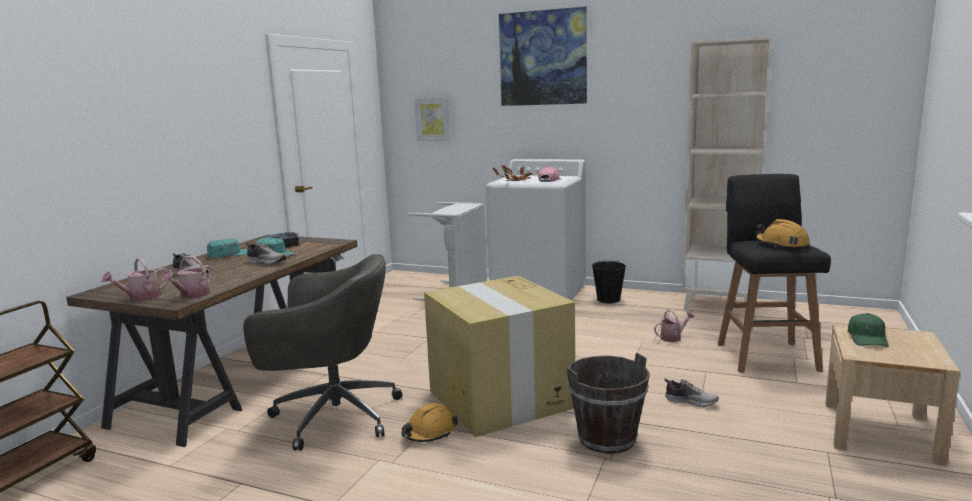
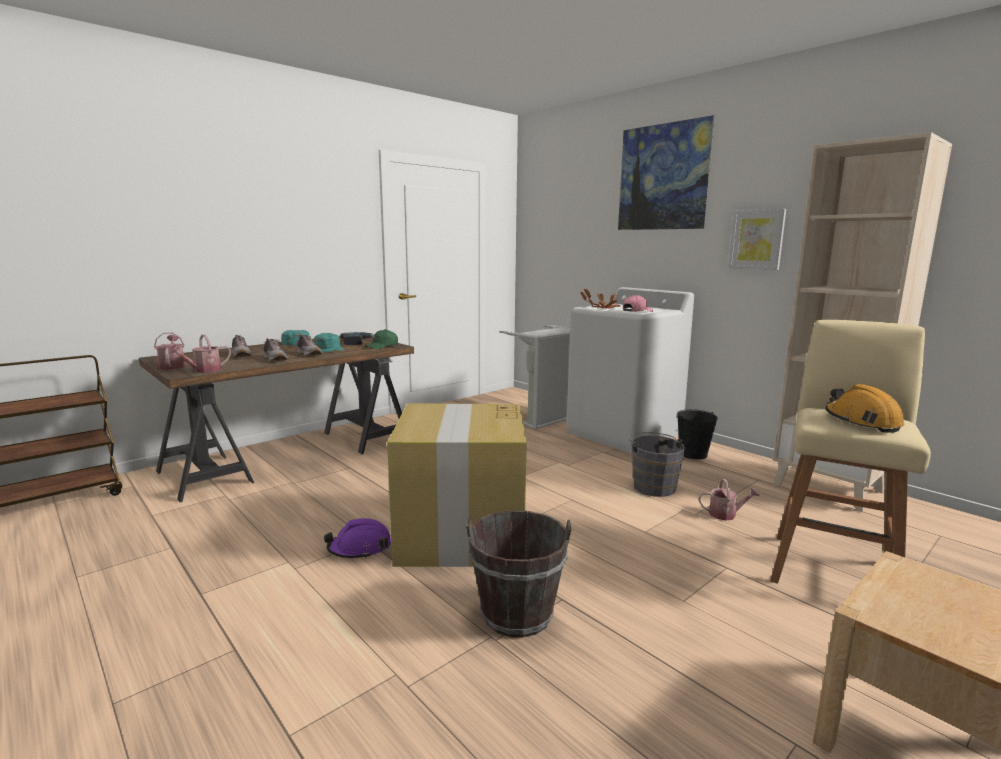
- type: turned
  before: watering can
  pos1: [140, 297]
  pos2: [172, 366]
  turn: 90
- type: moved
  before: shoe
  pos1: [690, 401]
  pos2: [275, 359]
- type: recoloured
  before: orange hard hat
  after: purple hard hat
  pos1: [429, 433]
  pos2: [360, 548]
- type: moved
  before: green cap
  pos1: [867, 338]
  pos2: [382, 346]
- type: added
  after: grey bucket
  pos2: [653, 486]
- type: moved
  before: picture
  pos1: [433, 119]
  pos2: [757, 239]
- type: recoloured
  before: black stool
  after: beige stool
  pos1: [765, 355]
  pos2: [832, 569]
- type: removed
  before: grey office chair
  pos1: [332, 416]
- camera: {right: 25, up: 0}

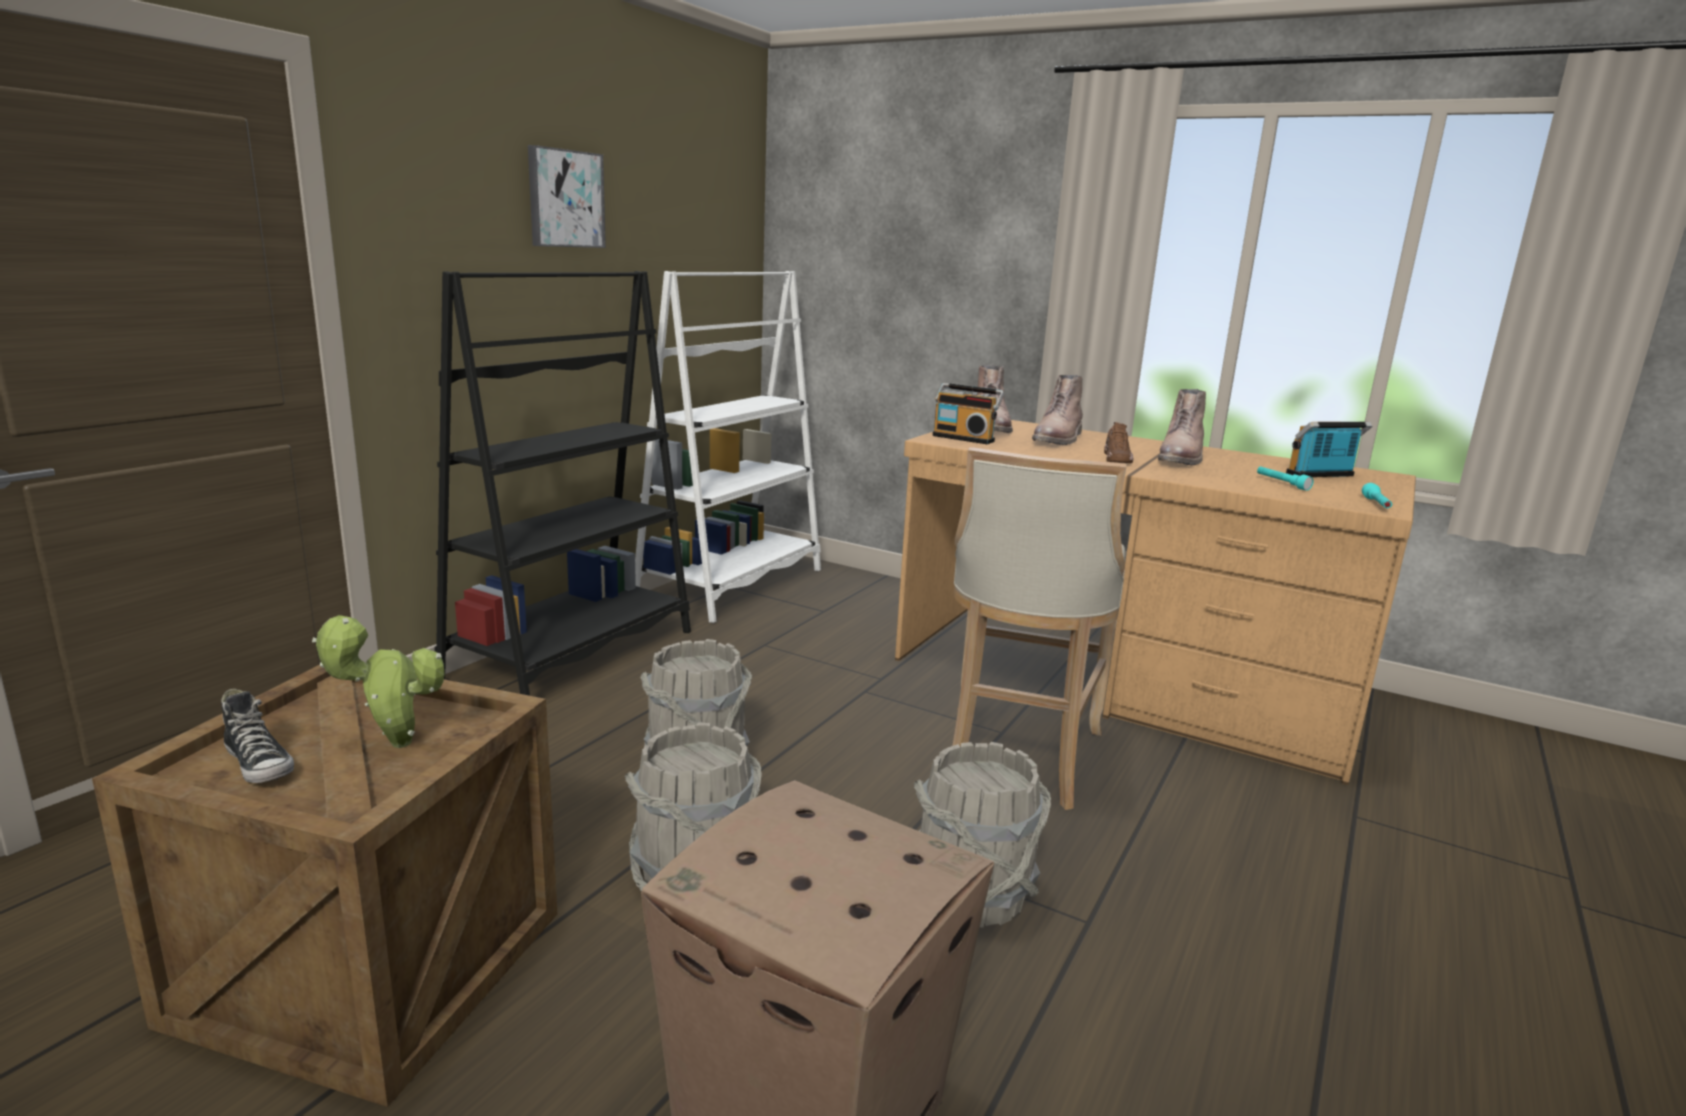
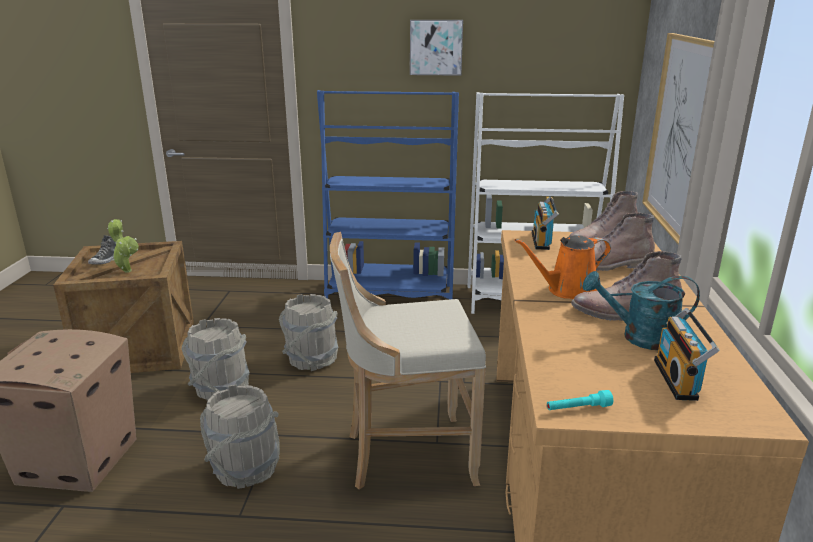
- type: recoloured
  before: black bookcase
  after: blue bookcase
  pos1: [573, 655]
  pos2: [389, 296]
- type: replaced
  before: brown shoe
  after: orange watering can
  pos1: [1117, 459]
  pos2: [568, 291]
- type: added
  after: turquoise watering can
  pos2: [639, 337]
- type: added
  after: picture
  pos2: [680, 135]
- type: turned
  before: radio
  pos1: [1322, 475]
  pos2: [679, 379]
  turn: -135
- type: removed
  before: turquoise flashlight
  pos1: [1281, 483]
- camera: {right: 65, up: 5}

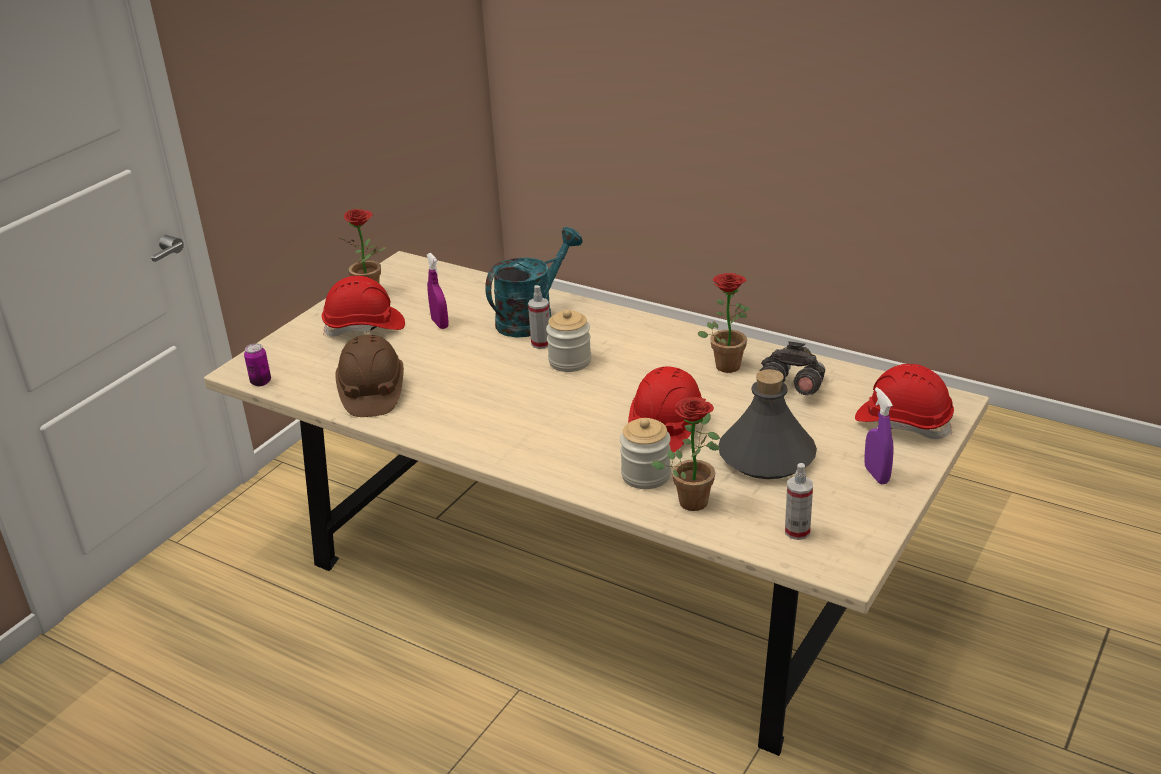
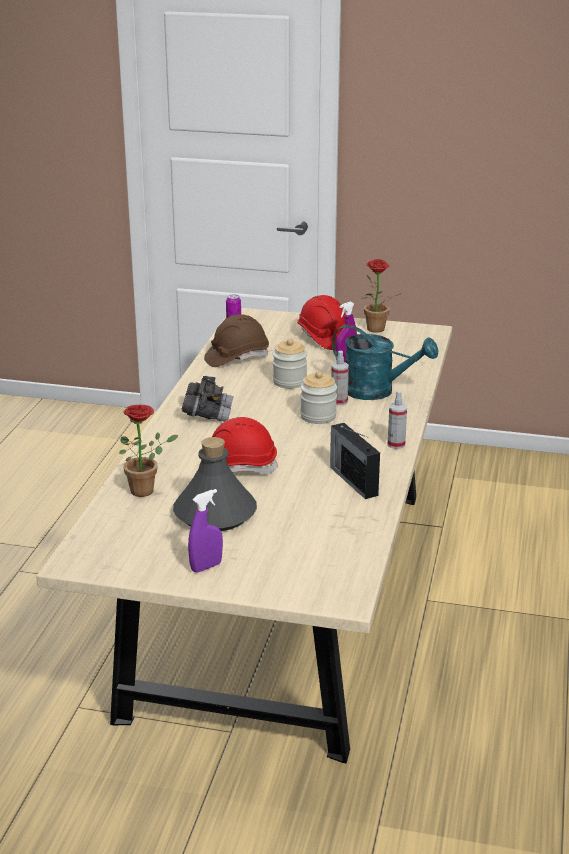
- type: moved
  before: grey binoculars
  pos1: [791, 388]
  pos2: [207, 414]
- type: moved
  before: jar
  pos1: [646, 475]
  pos2: [289, 382]
- type: replaced
  before: potted plant
  after: radio
  pos1: [726, 363]
  pos2: [353, 480]
- type: moved
  before: spray bottle
  pos1: [797, 531]
  pos2: [396, 444]
- type: removed
  before: red hard hat
  pos1: [903, 422]
- camera: {right: 70, up: -5}

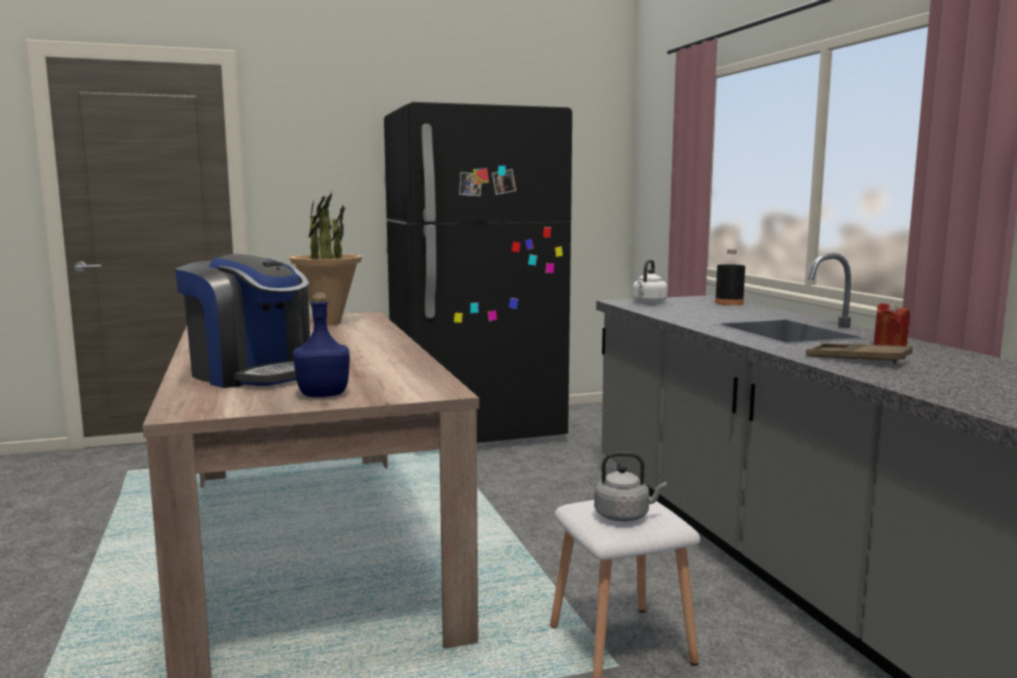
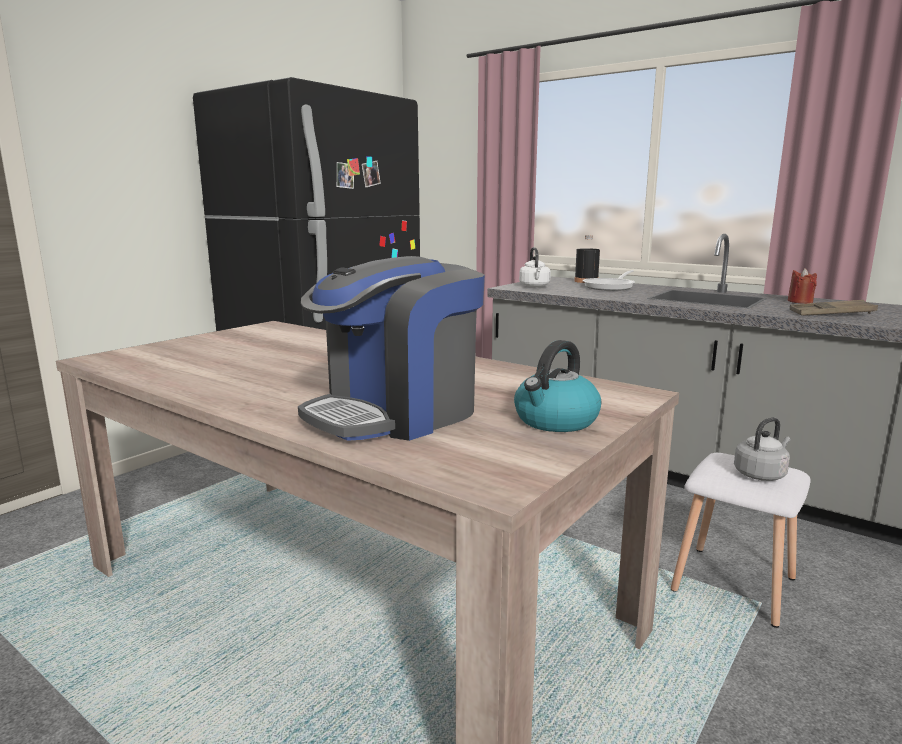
- type: turned
  before: coffee machine
  pos1: [253, 374]
  pos2: [396, 413]
  turn: 135
- type: replaced
  before: blue bottle
  after: kettle
  pos1: [323, 395]
  pos2: [555, 421]
- type: added
  after: frying pan
  pos2: [611, 287]
- type: removed
  before: potted plant
  pos1: [328, 323]
- camera: {right: -35, up: 5}

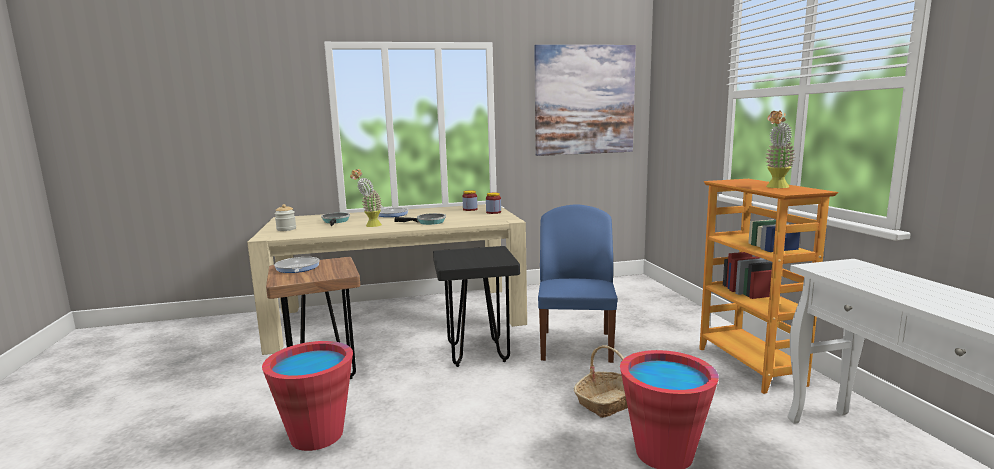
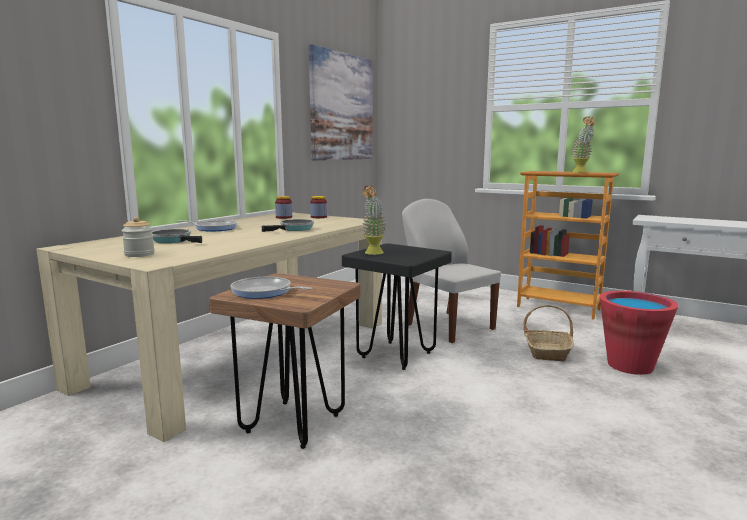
- type: moved
  before: potted plant
  pos1: [369, 226]
  pos2: [373, 253]
- type: recoloured
  before: blue chair
  after: white chair
  pos1: [576, 345]
  pos2: [448, 326]
- type: removed
  before: red bucket
  pos1: [317, 435]
- camera: {right: -45, up: 0}

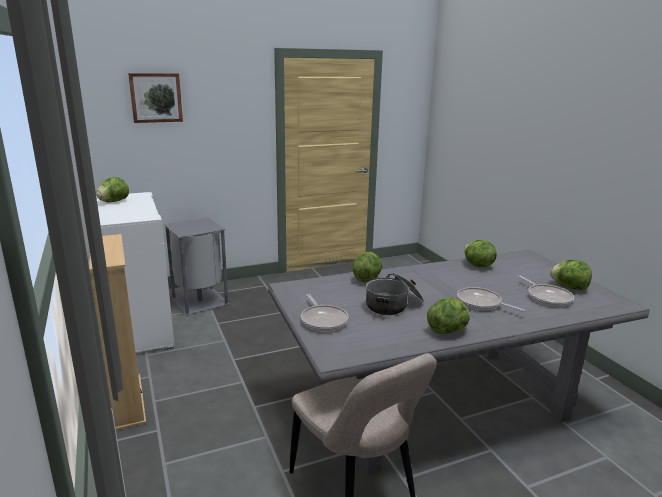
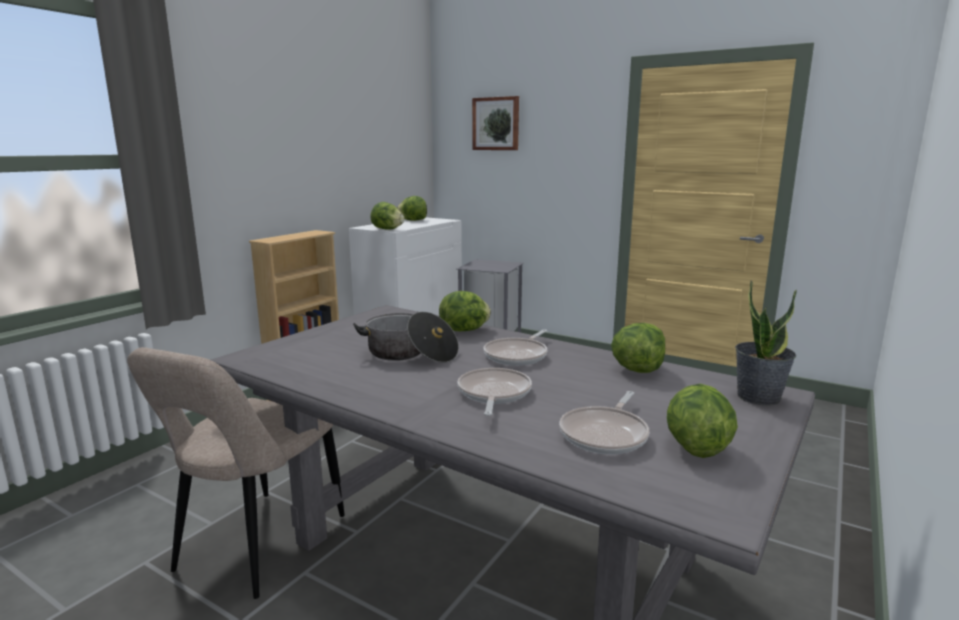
- type: moved
  before: lettuce
  pos1: [448, 331]
  pos2: [387, 229]
- type: moved
  before: frying pan
  pos1: [323, 320]
  pos2: [518, 355]
- type: added
  after: potted plant
  pos2: [758, 397]
- camera: {right: 55, up: -5}

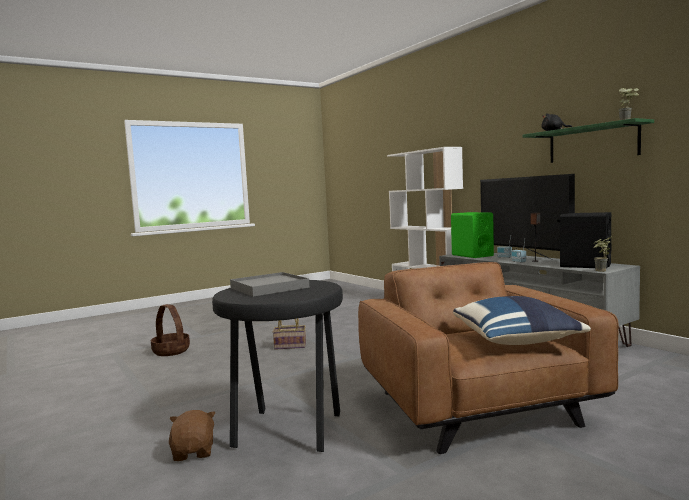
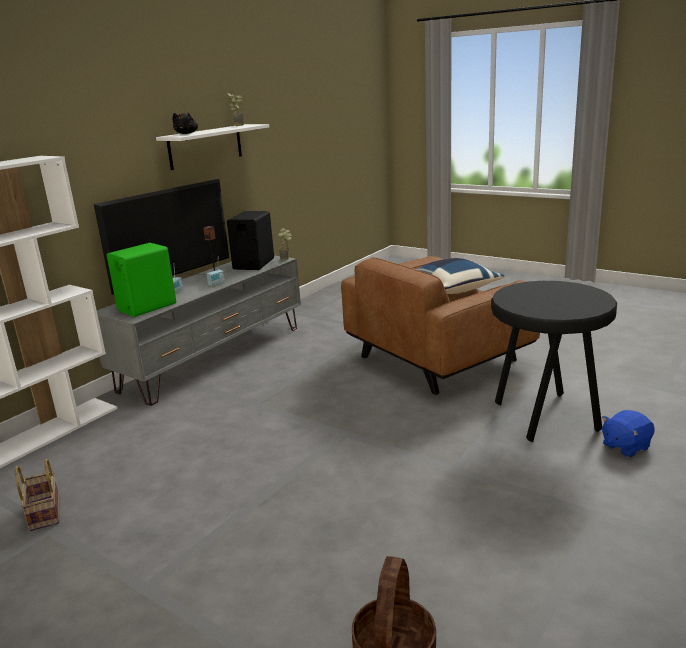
- type: moved
  before: basket
  pos1: [291, 346]
  pos2: [43, 512]
- type: recoloured
  before: green shelf
  after: white shelf
  pos1: [592, 143]
  pos2: [205, 146]
- type: recoloured
  before: brown plush toy
  after: blue plush toy
  pos1: [194, 452]
  pos2: [625, 446]
- type: removed
  before: grey tray
  pos1: [269, 288]
- camera: {right: -110, up: 15}

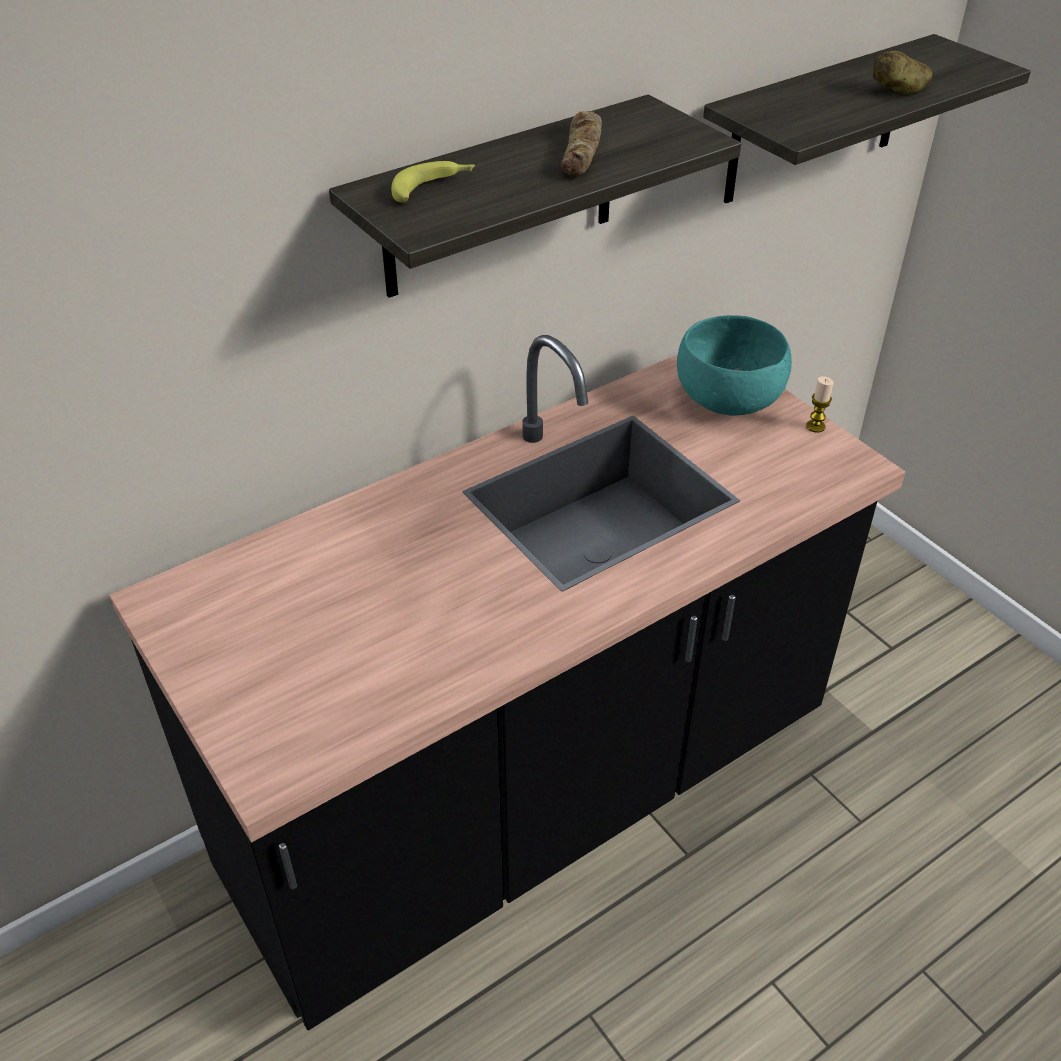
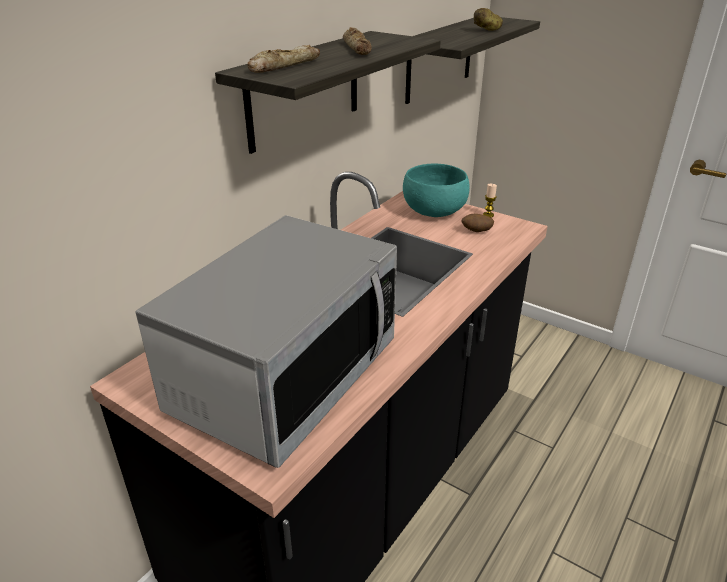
- type: added
  after: microwave
  pos2: [285, 377]
- type: replaced
  before: banana
  after: bread
  pos1: [433, 188]
  pos2: [283, 66]
- type: added
  after: potato
  pos2: [476, 231]
- camera: {right: -20, up: -10}

